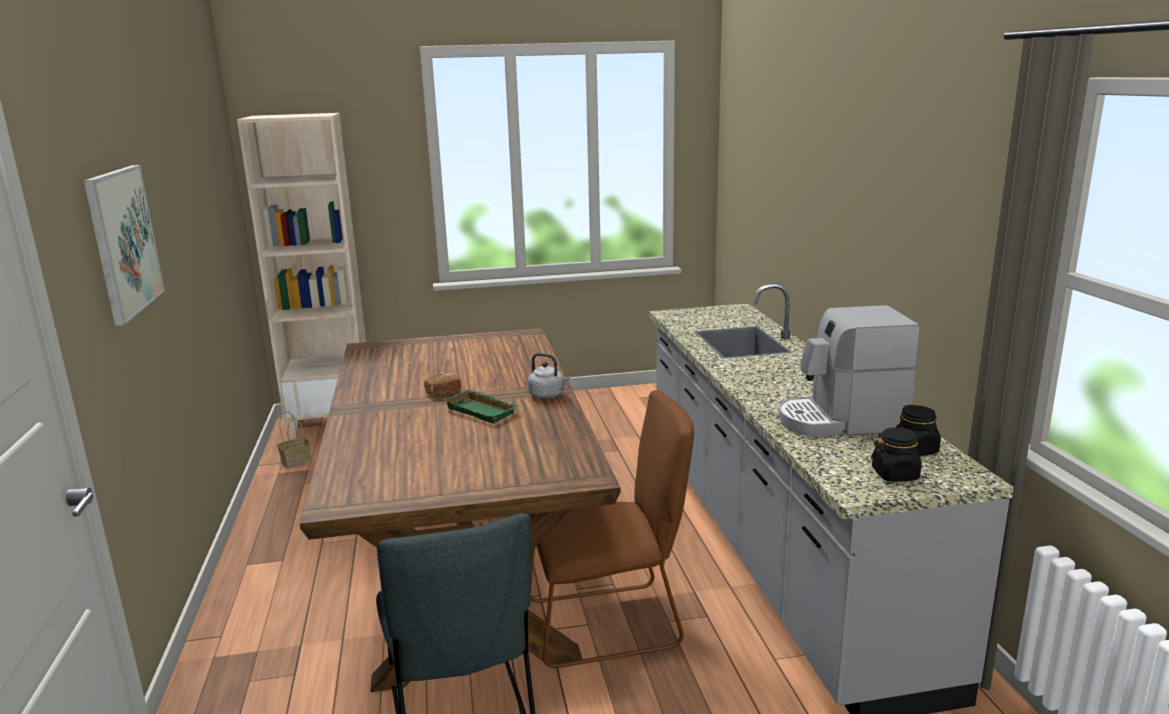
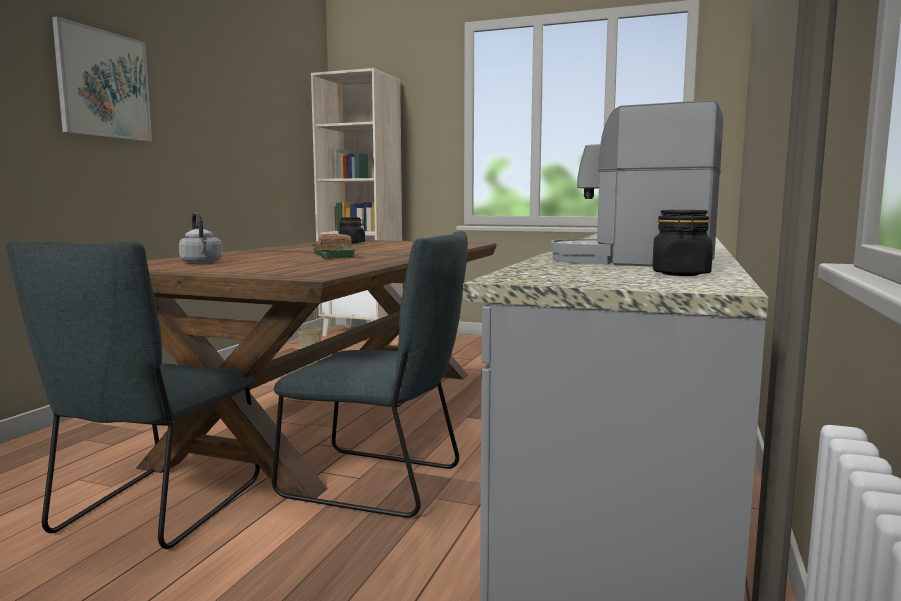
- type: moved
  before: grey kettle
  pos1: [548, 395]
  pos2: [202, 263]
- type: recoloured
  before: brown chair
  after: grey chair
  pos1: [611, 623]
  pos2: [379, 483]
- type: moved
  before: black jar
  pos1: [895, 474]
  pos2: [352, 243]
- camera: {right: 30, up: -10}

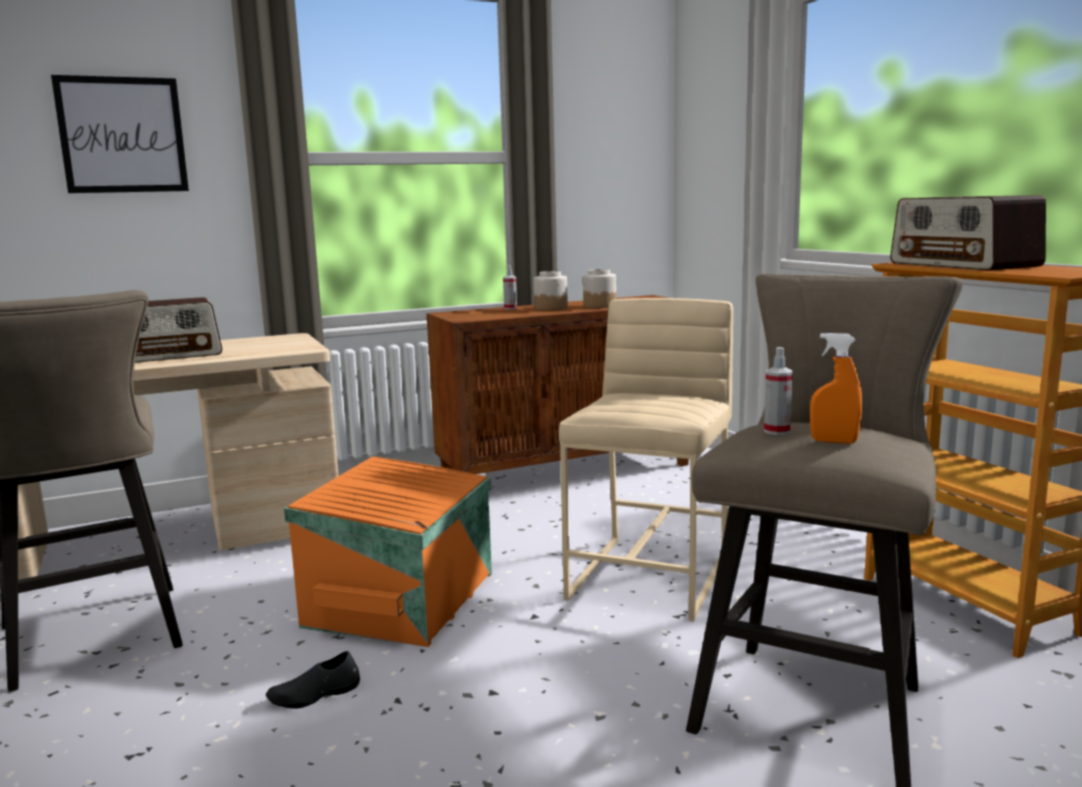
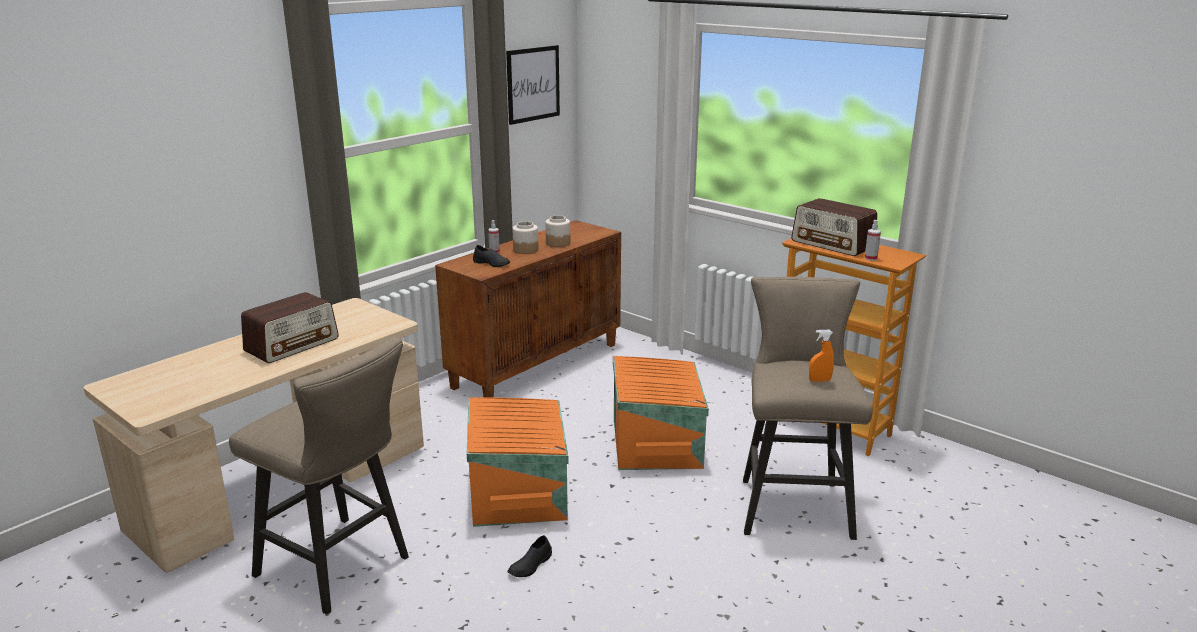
- type: added
  after: black shoe
  pos2: [492, 263]
- type: moved
  before: picture
  pos1: [122, 135]
  pos2: [533, 84]
- type: replaced
  before: beige stool
  after: orange storage box
  pos1: [652, 576]
  pos2: [658, 442]
- type: moved
  before: spray bottle
  pos1: [777, 431]
  pos2: [870, 258]
- camera: {right: -25, up: 10}

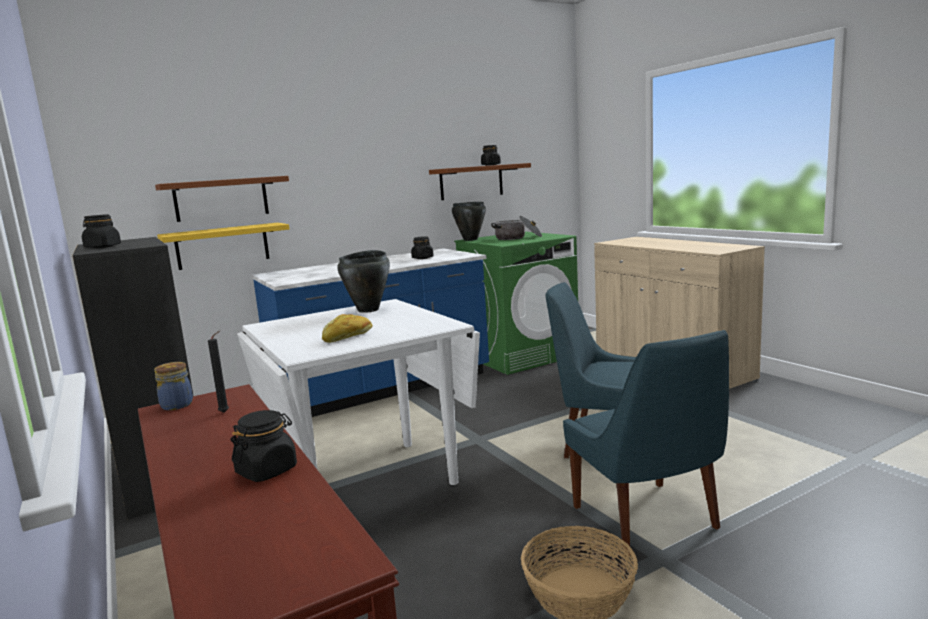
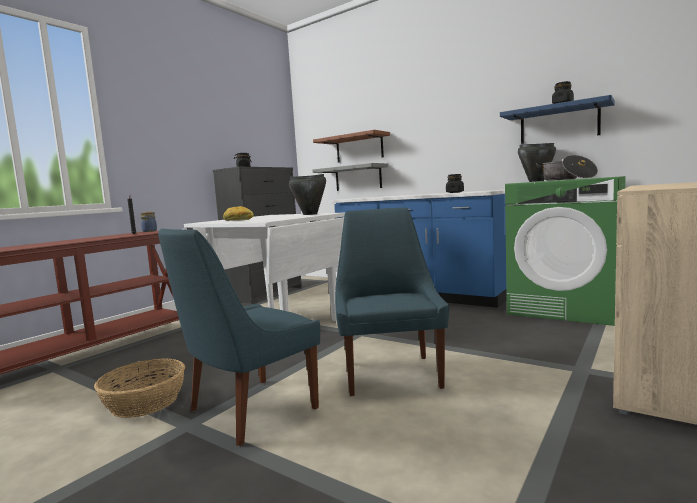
- type: recoloured
  before: yellow shelf
  after: grey shelf
  pos1: [222, 246]
  pos2: [358, 178]
- type: recoloured
  before: brown shelf
  after: blue shelf
  pos1: [471, 182]
  pos2: [559, 124]
- type: removed
  before: black jar
  pos1: [267, 471]
- camera: {right: 65, up: -5}

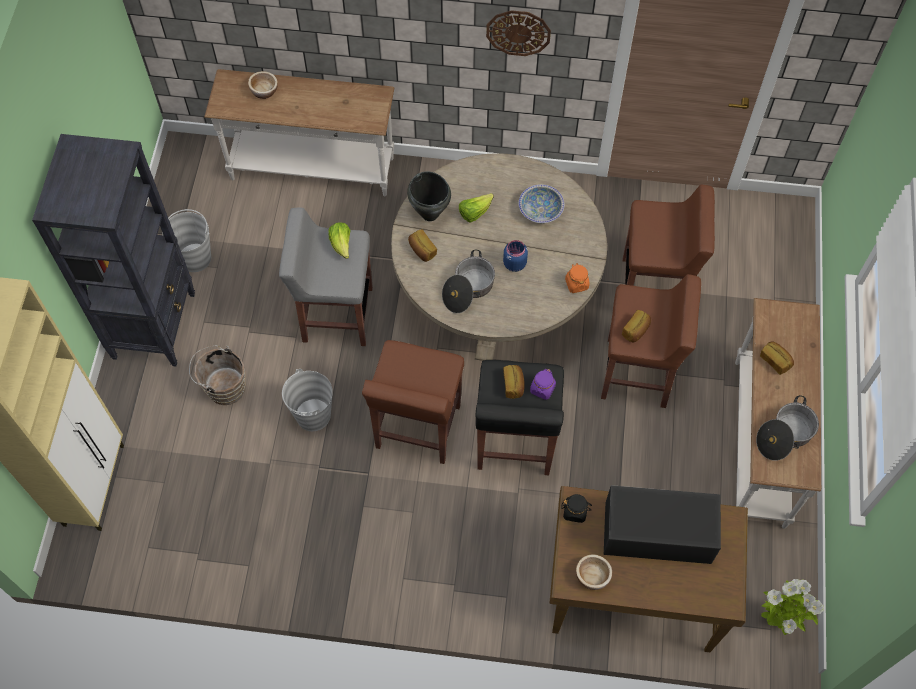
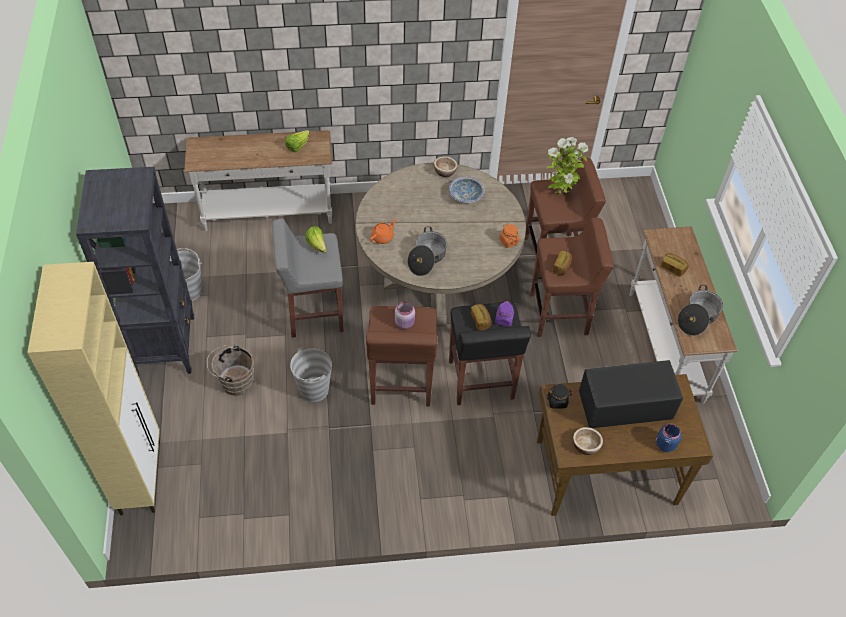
- type: moved
  before: lettuce
  pos1: [475, 212]
  pos2: [297, 146]
- type: replaced
  before: bread
  after: orange teapot
  pos1: [422, 250]
  pos2: [383, 237]
- type: added
  after: pink jar
  pos2: [405, 323]
- type: moved
  before: bowl
  pos1: [264, 91]
  pos2: [445, 171]
- type: moved
  before: potted plant
  pos1: [777, 621]
  pos2: [560, 194]
- type: moved
  before: blue jar
  pos1: [514, 263]
  pos2: [664, 445]
- type: removed
  before: black cooking pot
  pos1: [430, 213]
- type: removed
  before: wall clock
  pos1: [518, 32]
- camera: {right: -15, up: -10}

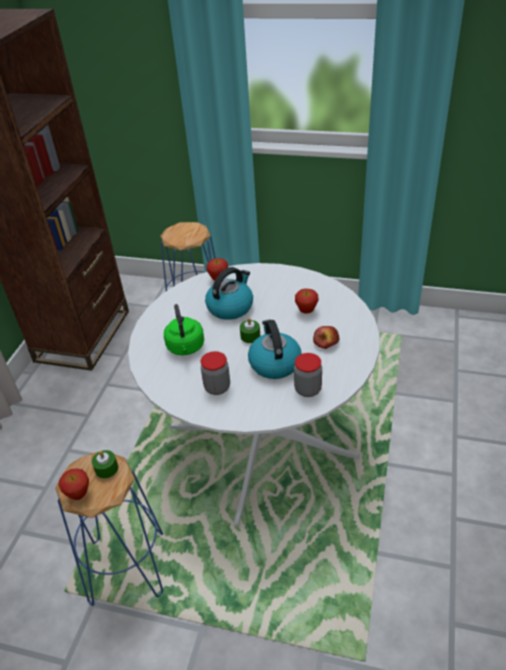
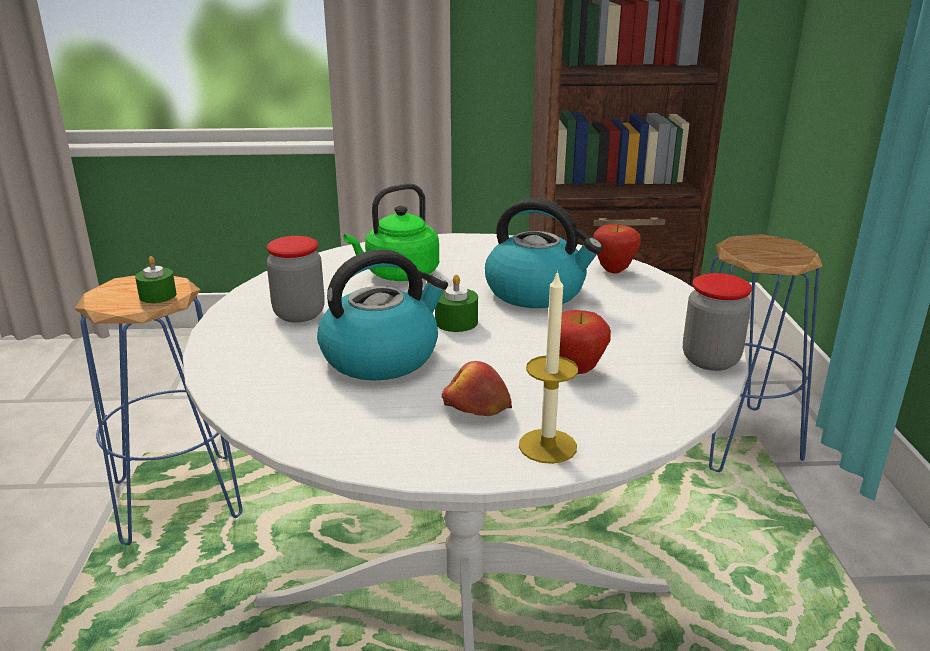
- type: added
  after: candle
  pos2: [547, 446]
- type: moved
  before: jar
  pos1: [308, 389]
  pos2: [710, 360]
- type: removed
  before: apple
  pos1: [79, 494]
- camera: {right: 70, up: -15}

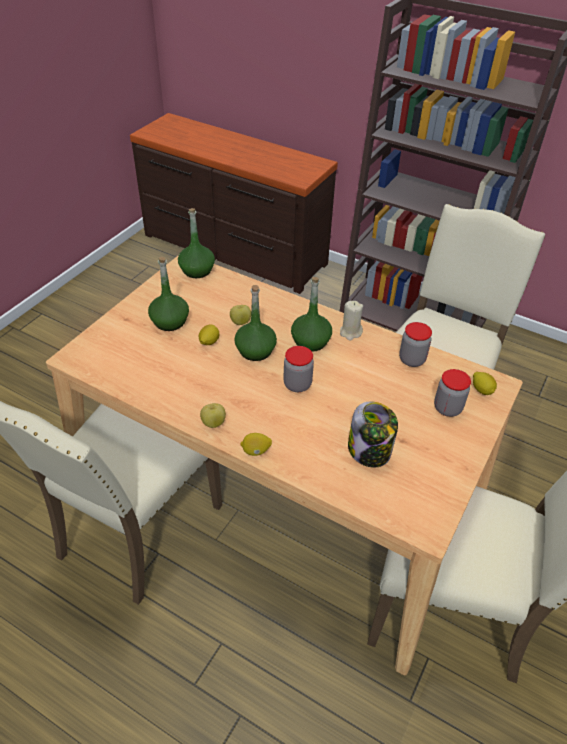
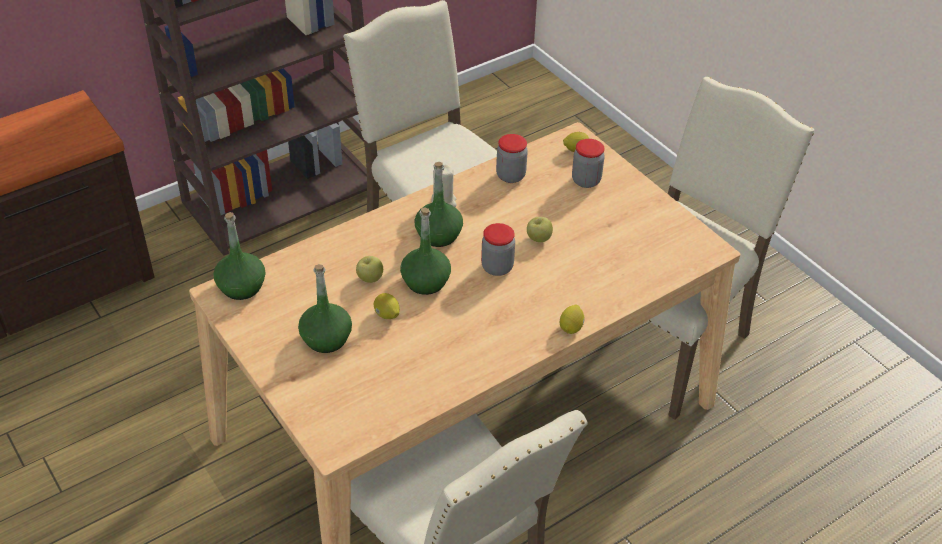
- type: moved
  before: apple
  pos1: [213, 423]
  pos2: [538, 239]
- type: removed
  before: jar
  pos1: [370, 451]
- camera: {right: -65, up: 0}

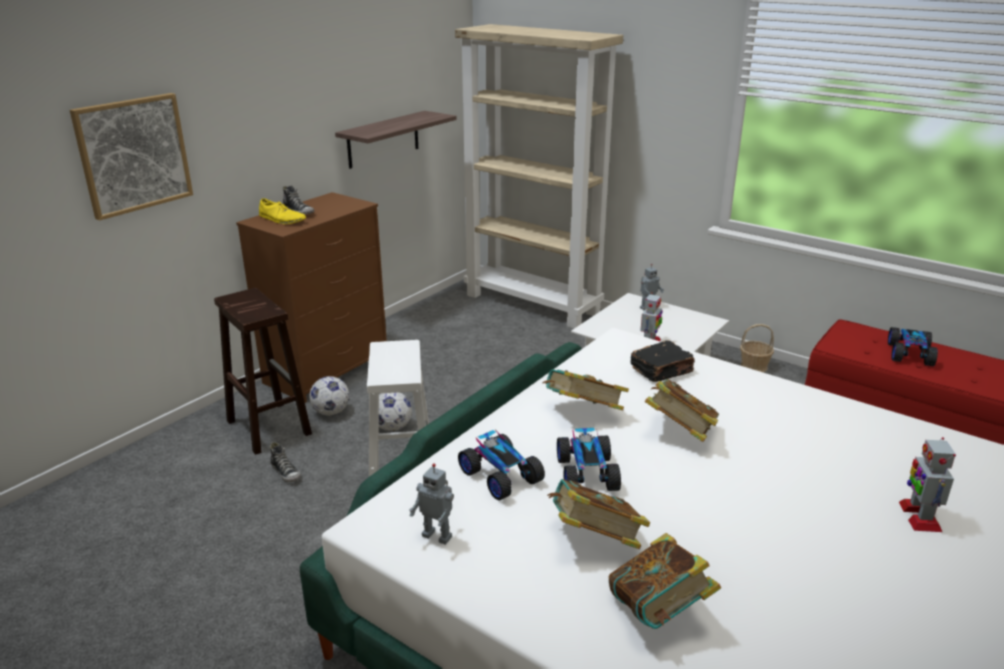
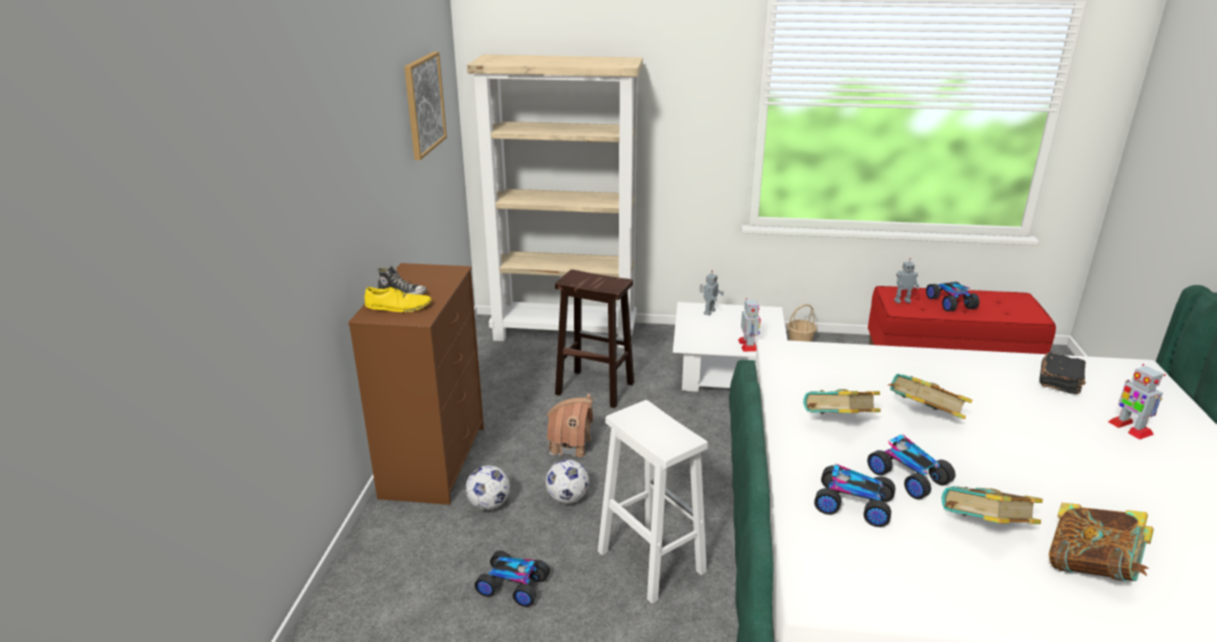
- type: moved
  before: picture
  pos1: [133, 154]
  pos2: [424, 104]
- type: replaced
  before: shoe
  after: toy car
  pos1: [286, 473]
  pos2: [513, 585]
- type: added
  after: toy house
  pos2: [571, 445]
- type: moved
  before: brown stool
  pos1: [267, 427]
  pos2: [593, 388]
- type: moved
  before: toy robot
  pos1: [438, 535]
  pos2: [902, 301]
- type: moved
  before: black book
  pos1: [662, 371]
  pos2: [1060, 381]
- type: removed
  before: shelf
  pos1: [383, 139]
- camera: {right: -30, up: 0}

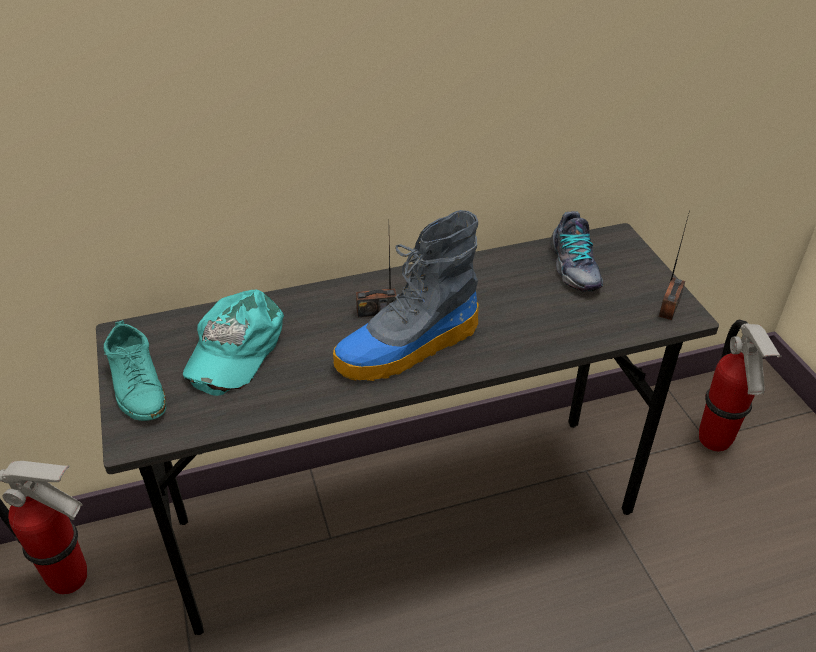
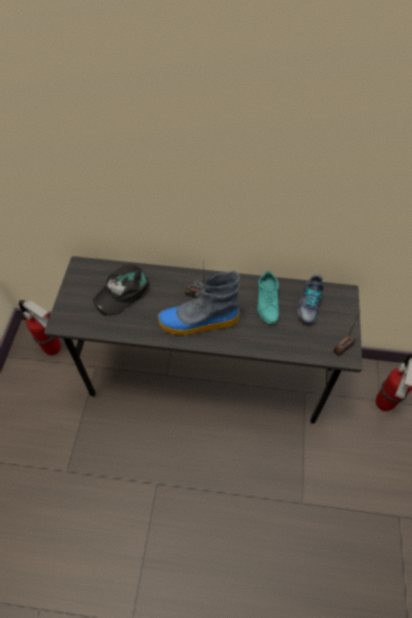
- type: recoloured
  before: turquoise cap
  after: black cap
  pos1: [234, 348]
  pos2: [122, 291]
- type: moved
  before: turquoise shoe
  pos1: [137, 384]
  pos2: [267, 302]
- camera: {right: 25, up: 15}

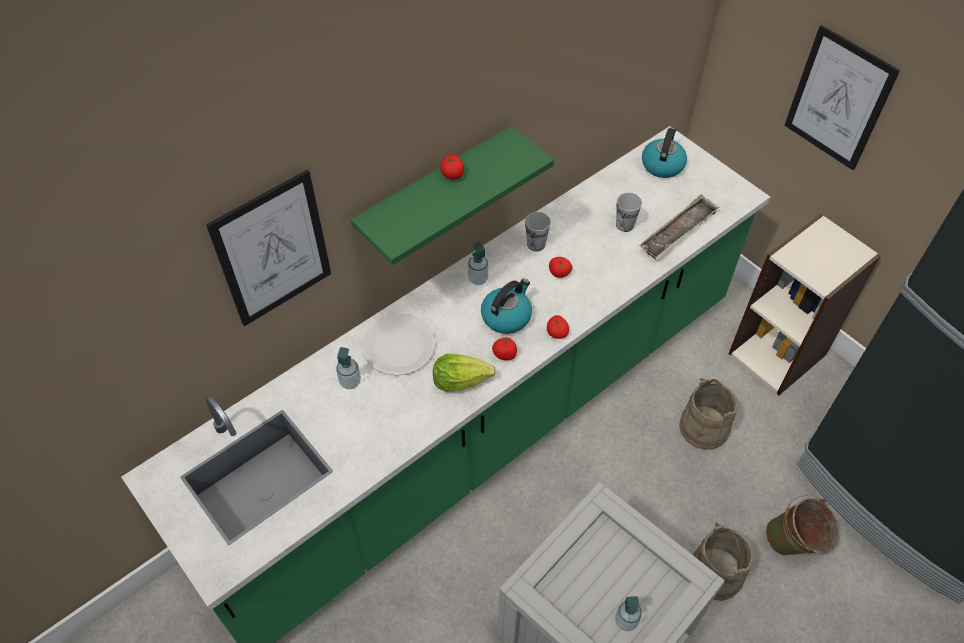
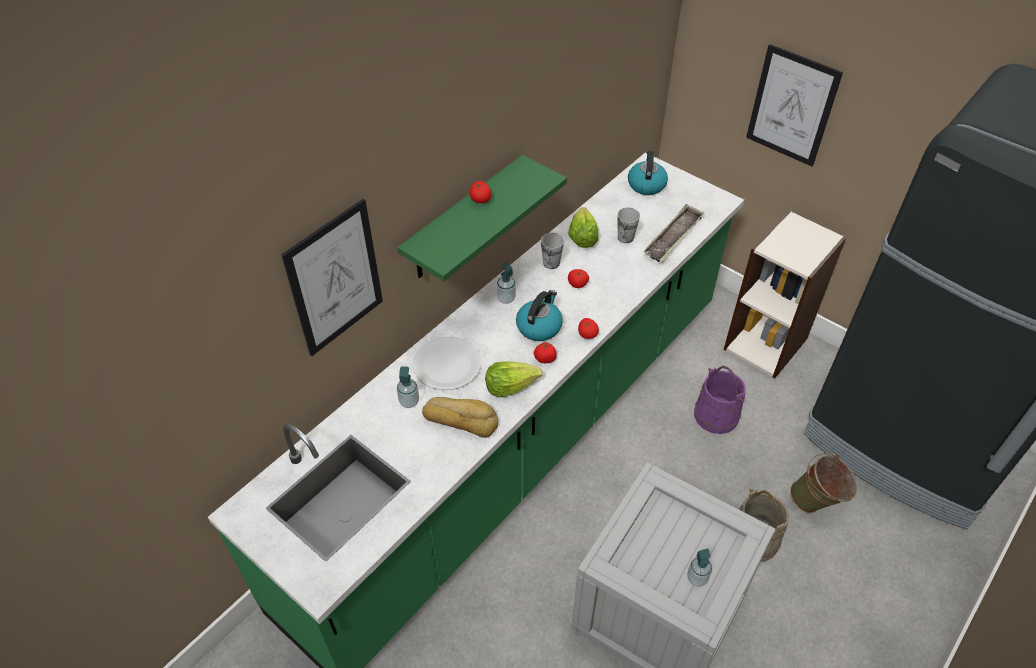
- type: added
  after: bread
  pos2: [461, 419]
- type: added
  after: lettuce
  pos2: [582, 237]
- type: recoloured
  before: beige bucket
  after: purple bucket
  pos1: [704, 427]
  pos2: [716, 415]
- camera: {right: -10, up: -5}

